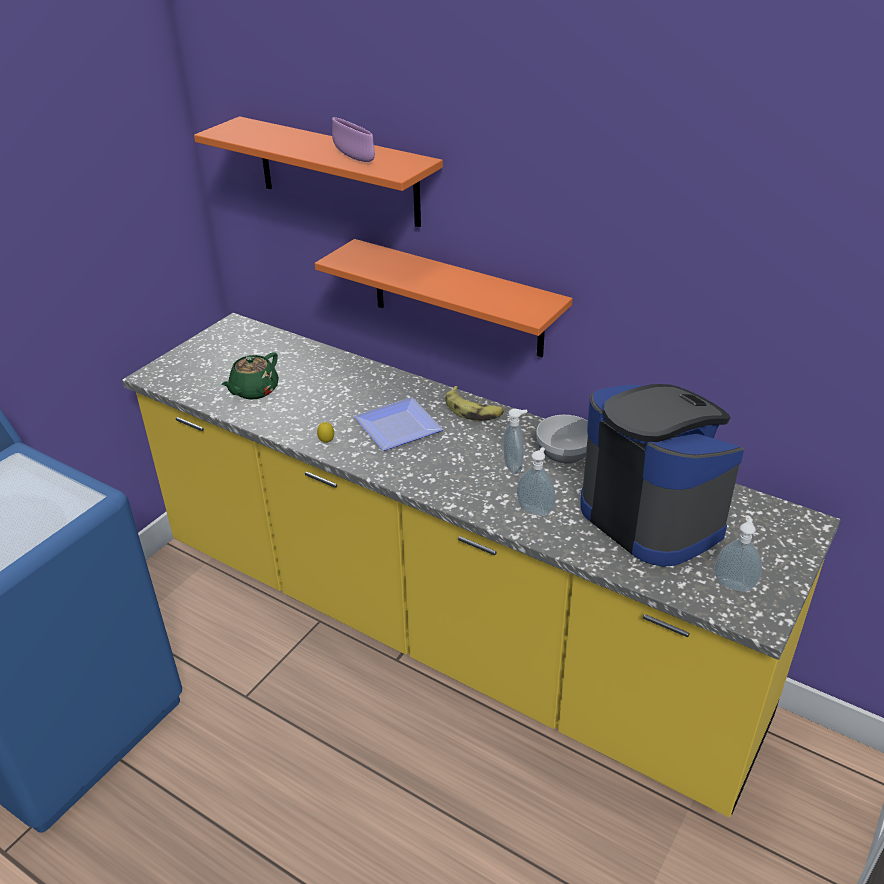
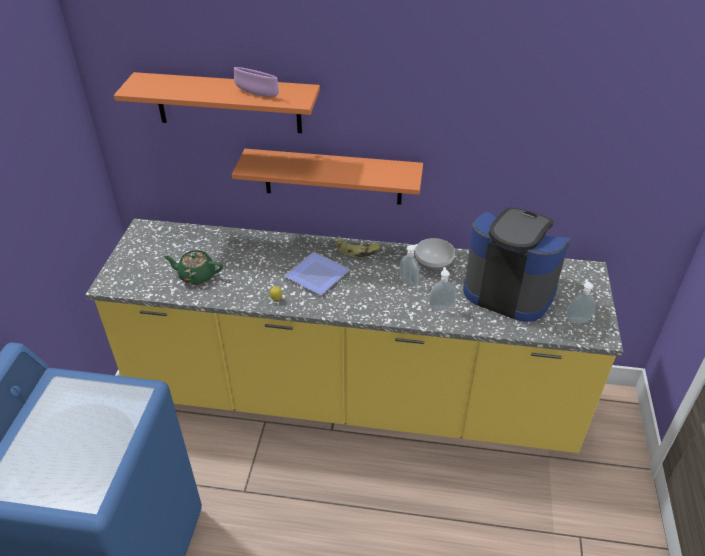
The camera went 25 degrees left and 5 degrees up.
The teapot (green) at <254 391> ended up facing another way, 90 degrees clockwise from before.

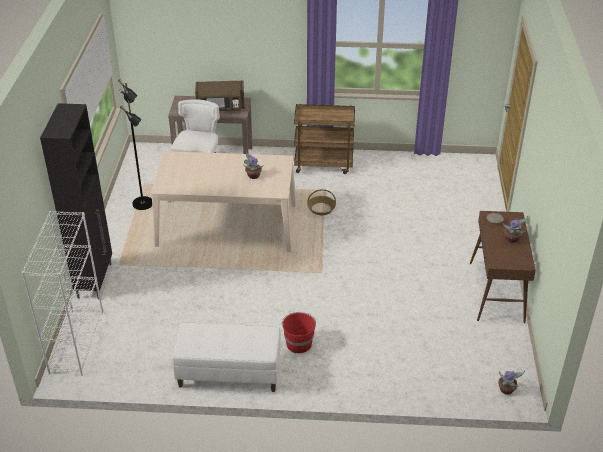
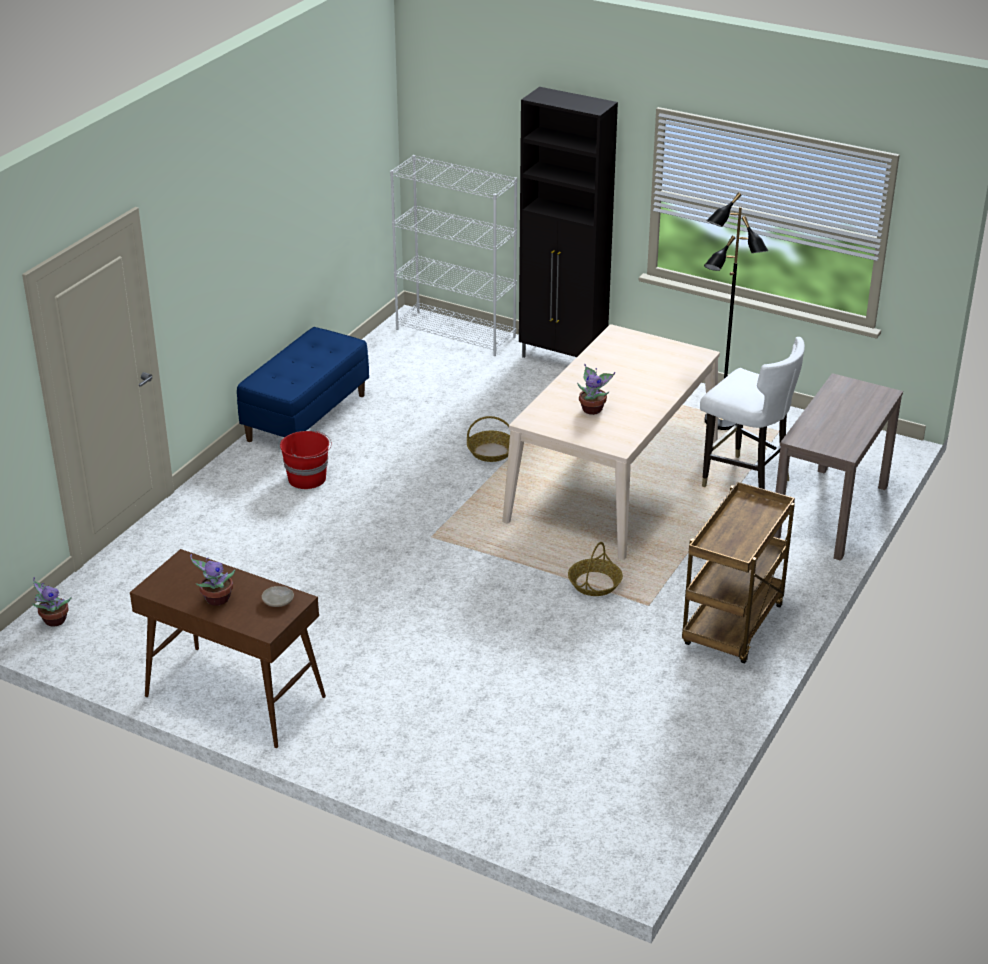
The camera went 115 degrees right and 5 degrees down.
What was the bench (white) at <228 374> turned into the bench (blue) at <306 417>.
The second view lost the microwave (brown) at <220 107>.
The second view gained the basket at <491 452>.

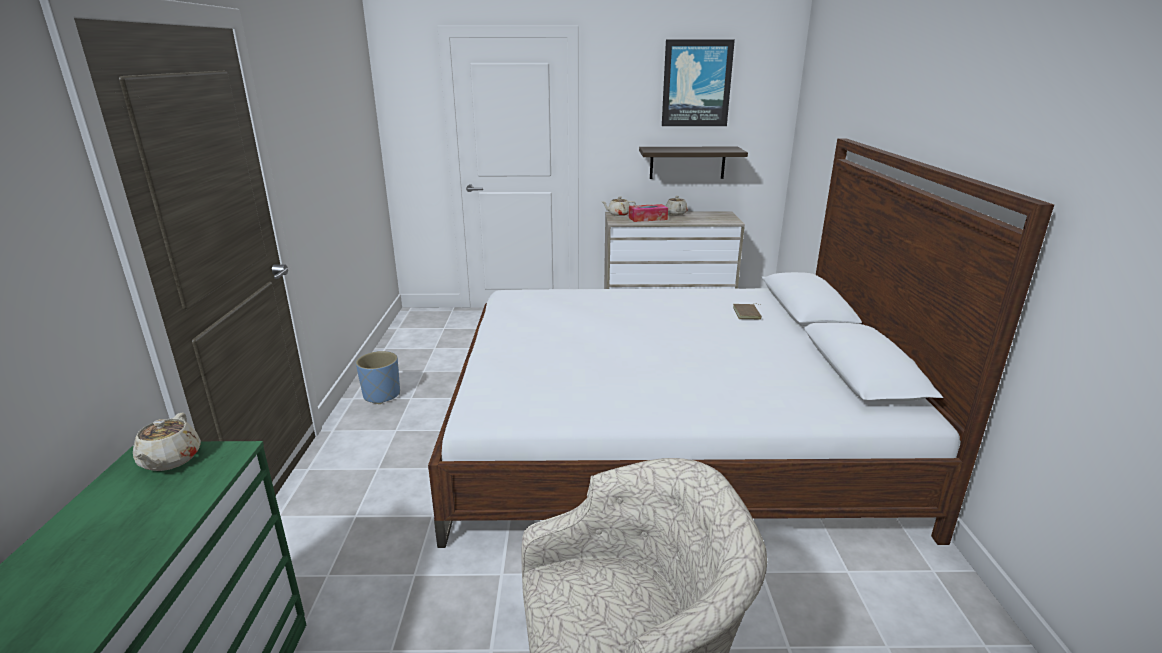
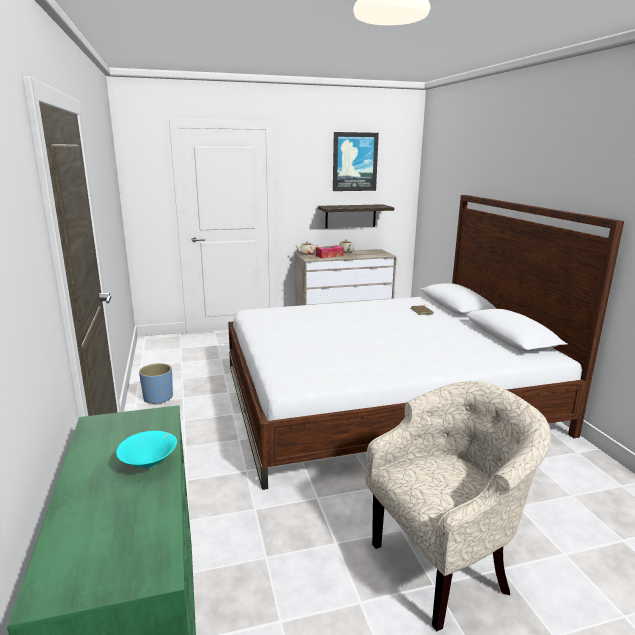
The camera went 15 degrees left and 5 degrees down.
The second view lost the teapot (beige) at <170 460>.
The second view gained the bowl (turquoise) at <150 464>.

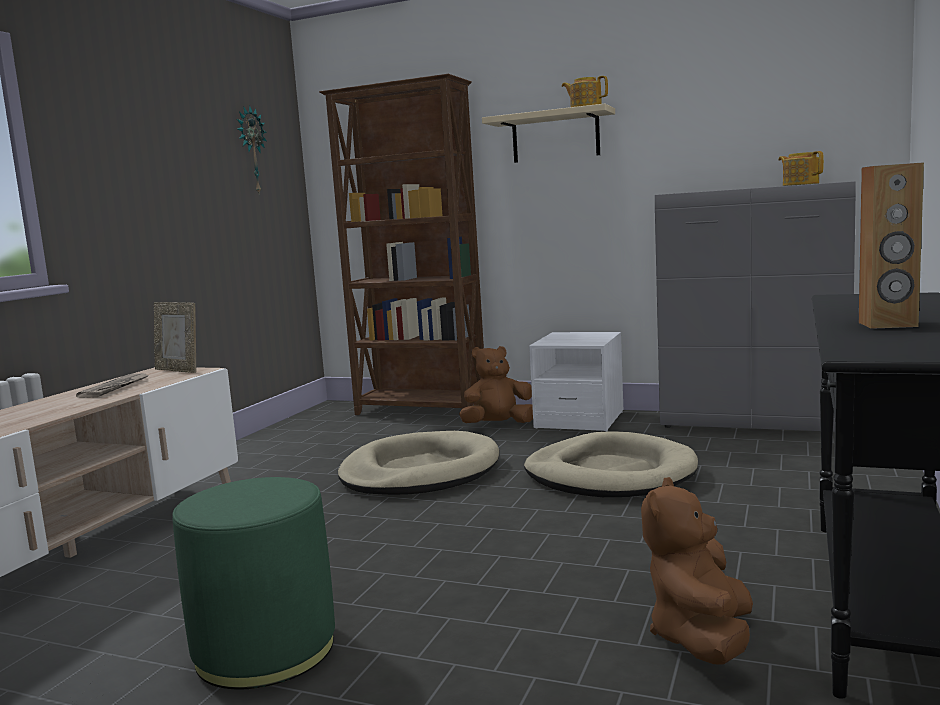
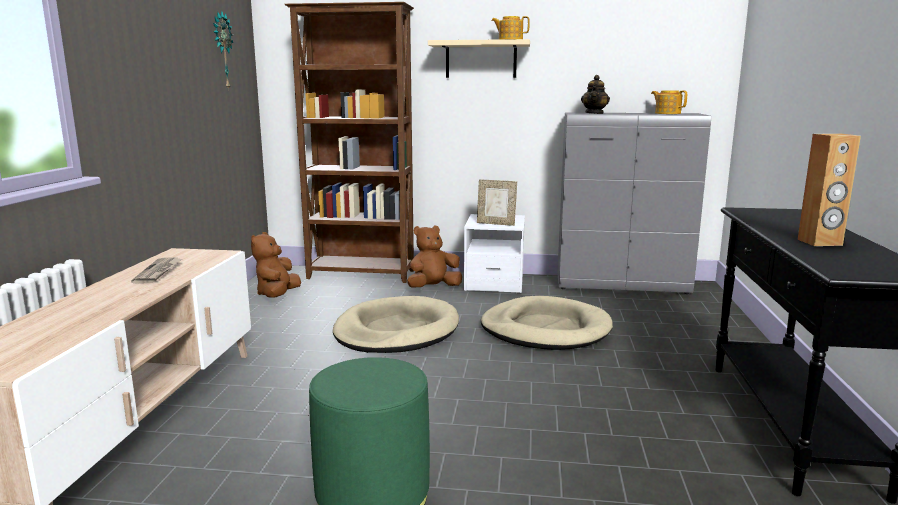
The camera went 15 degrees left and 5 degrees up.
The picture frame ended up elsewhere, having gone from <178 370> to <496 223>.
The plush toy (brown) ended up elsewhere, having gone from <701 639> to <277 295>.
The second view gained the teapot at <594 113>.

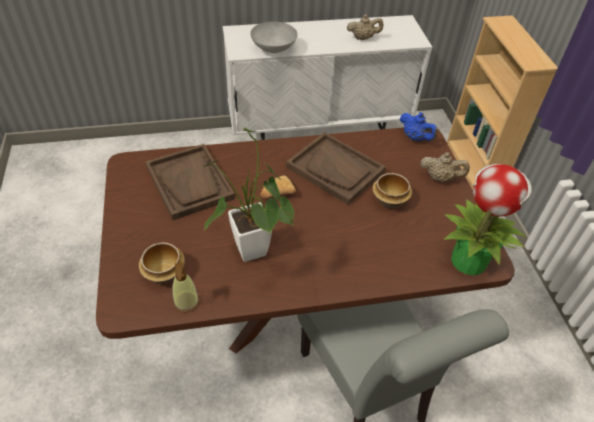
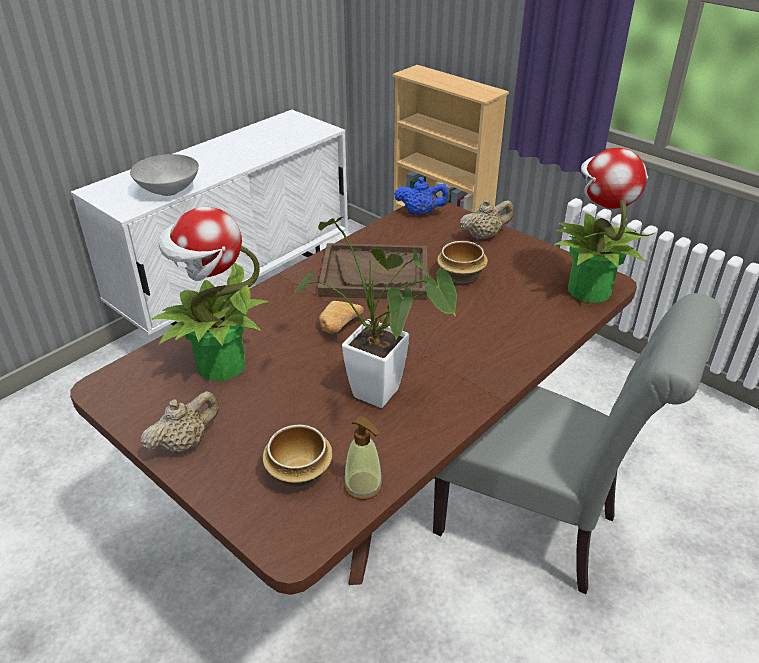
The camera went 35 degrees left and 10 degrees down.
Where the tray (brown) stood at <190 183>, the potted plant came to stand at <219 365>.
The teapot (beige) ended up elsewhere, having gone from <363 38> to <185 443>.

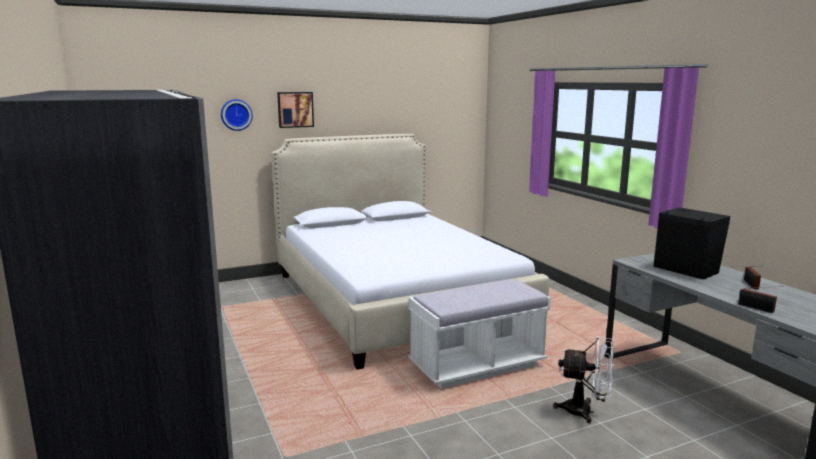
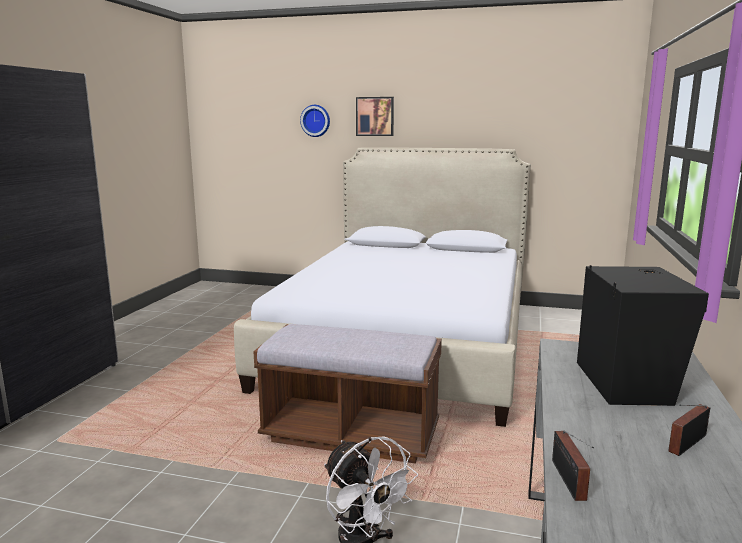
The camera went 40 degrees right and 0 degrees up.
What was the bench (white) at <477 366> turned into the bench (brown) at <351 435>.

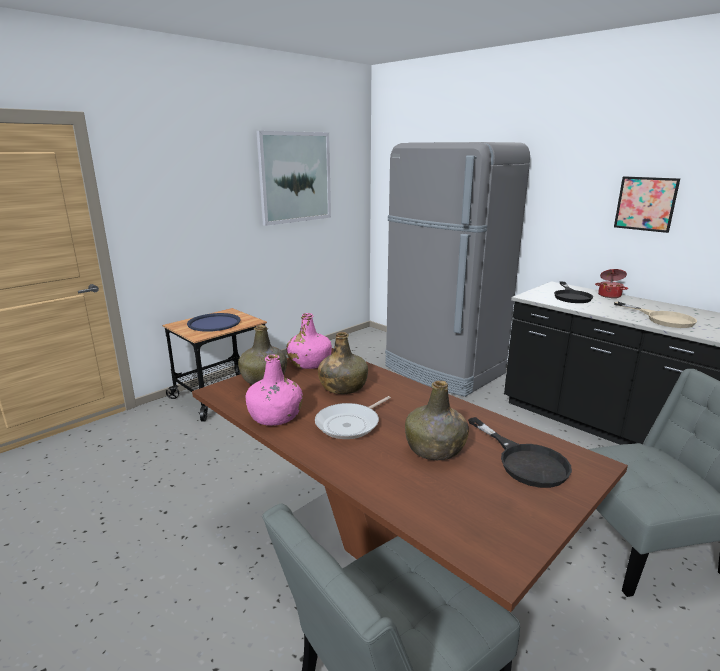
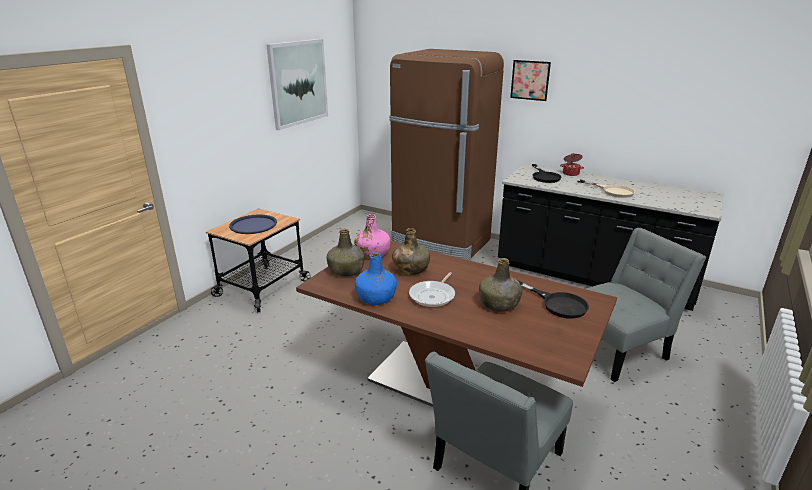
The camera went 15 degrees left and 5 degrees up.
What was the bottle (pink) at <275 416> turned into the bottle (blue) at <376 297>.
What was the fridge (grey) at <443 371> turned into the fridge (brown) at <441 243>.
The picture ended up elsewhere, having gone from <645 204> to <530 80>.

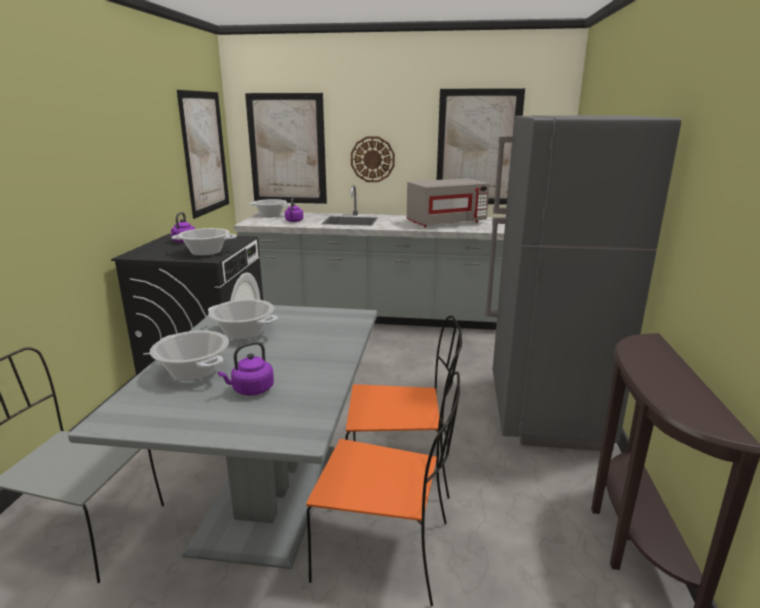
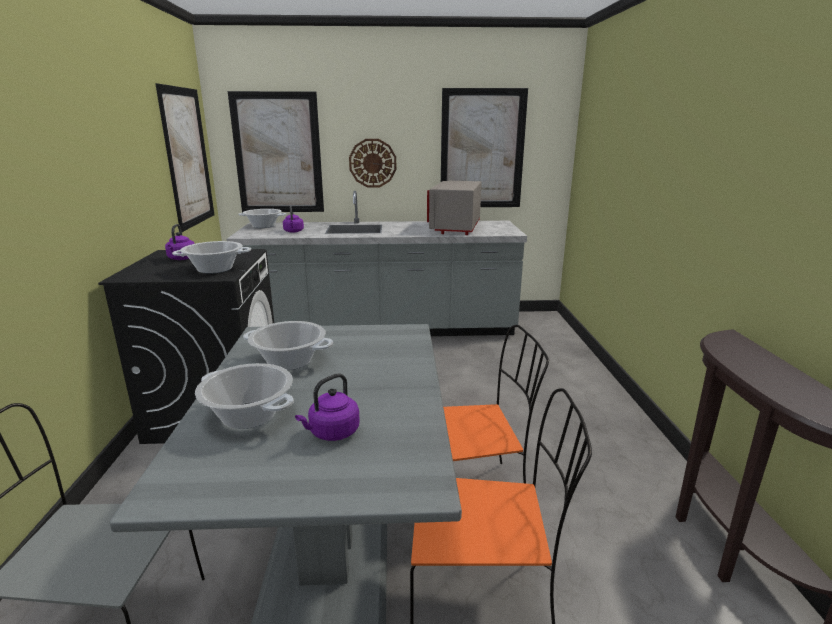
The camera went 10 degrees left and 0 degrees up.
The microwave (grey) at <446 223> ended up facing another way, 135 degrees clockwise from before.
The second view lost the fridge (grey) at <545 413>.

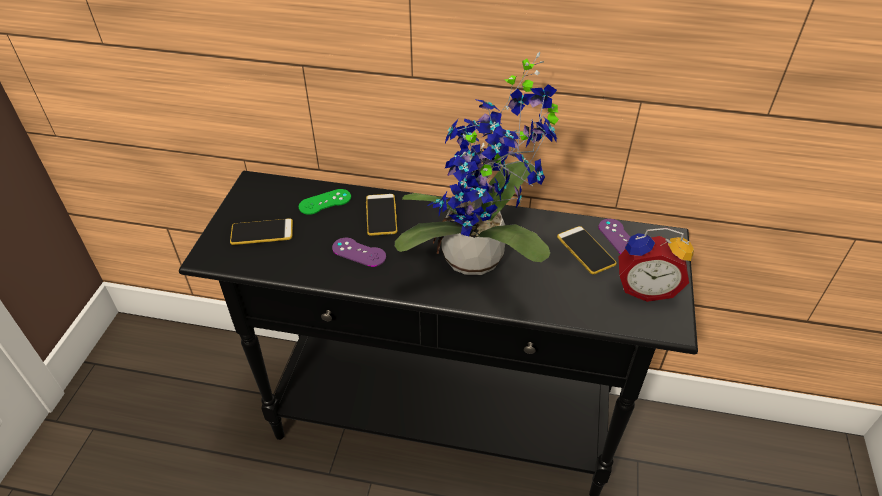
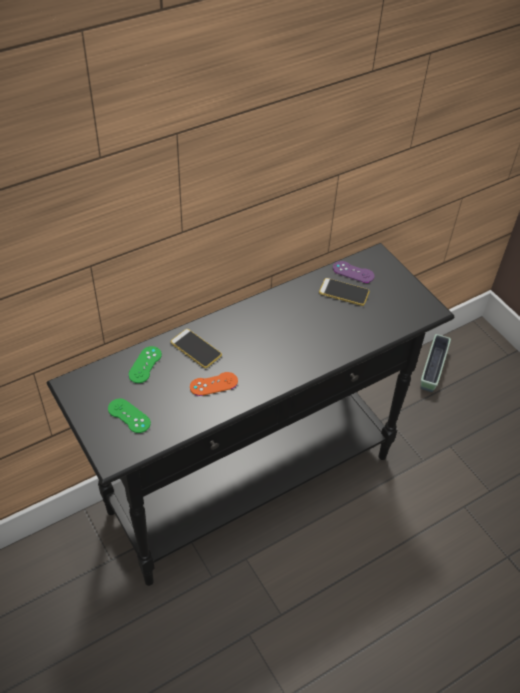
The camera went 45 degrees left and 5 degrees up.
Where the phone stood at <262 232>, the game controller (green) came to stand at <129 416>.
What was the game controller (purple) at <359 252> turned into the game controller (orange) at <213 384>.
The second view lost the potted plant at <480 260>.
The second view lost the alarm clock at <645 288>.
The second view gained the planter at <432 369>.

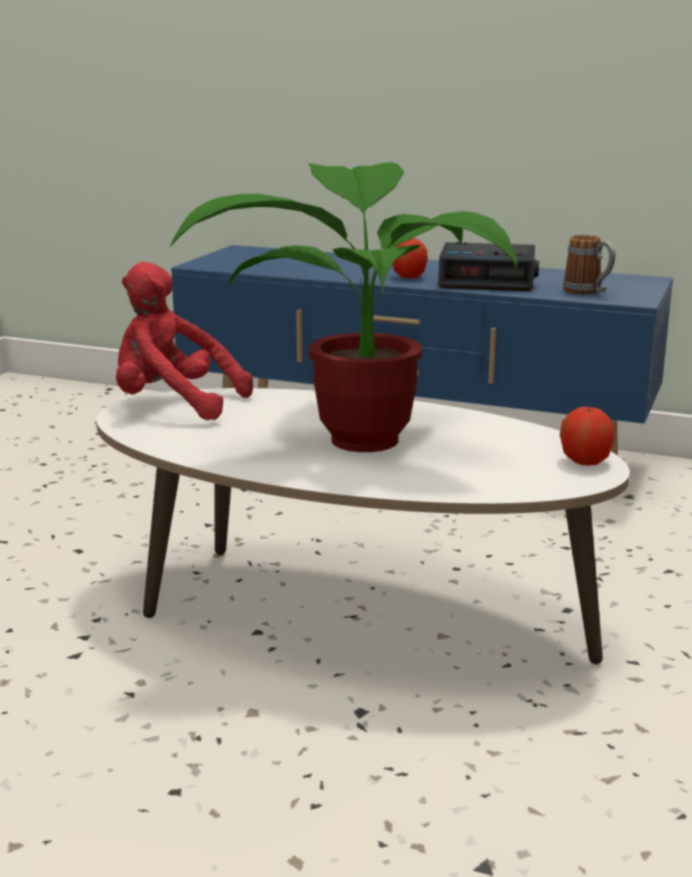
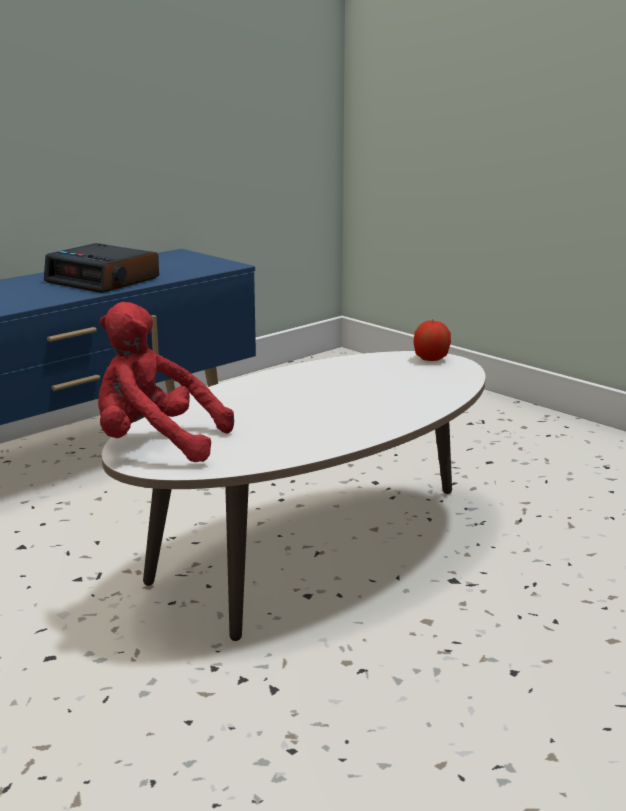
The camera went 65 degrees left and 0 degrees up.
The plush toy (red) at <173 405> ended up facing another way, 60 degrees clockwise from before.
The second view lost the potted plant at <359 435>.
The second view lost the apple at <409 277>.
The alarm clock at <488 280> ended up facing another way, 90 degrees clockwise from before.
The second view lost the mug at <588 292>.

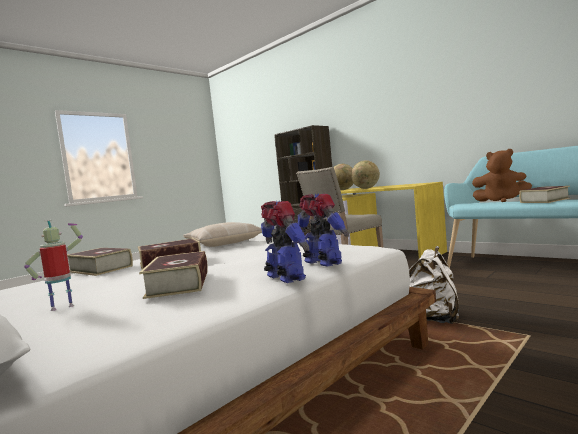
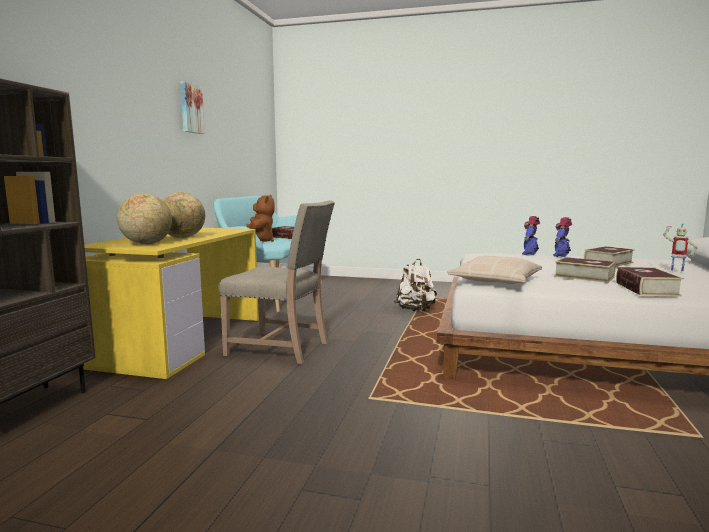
The camera went 120 degrees left and 5 degrees up.
The second view gained the picture at <190 108>.

